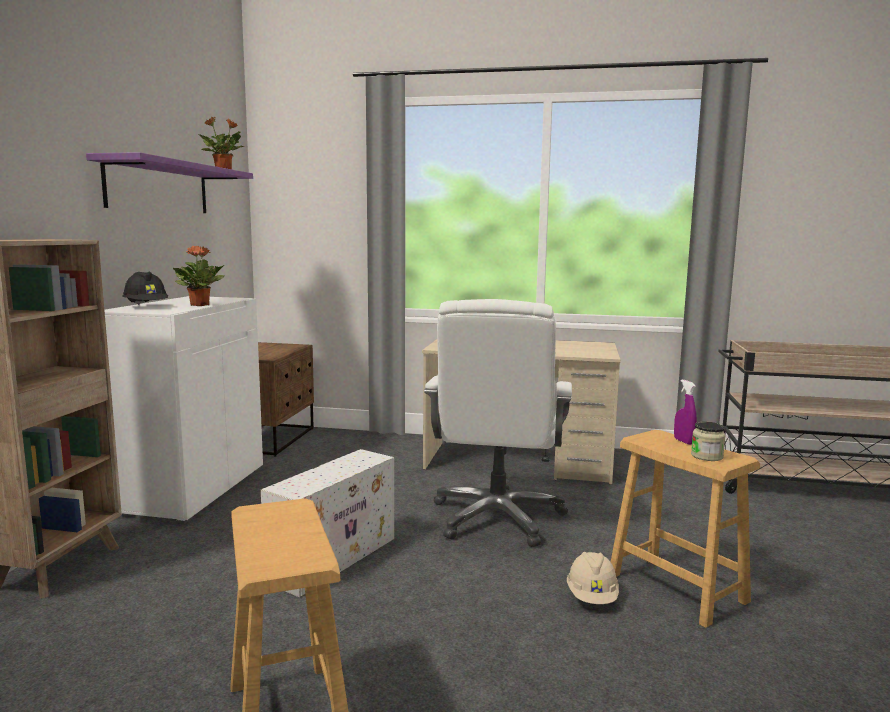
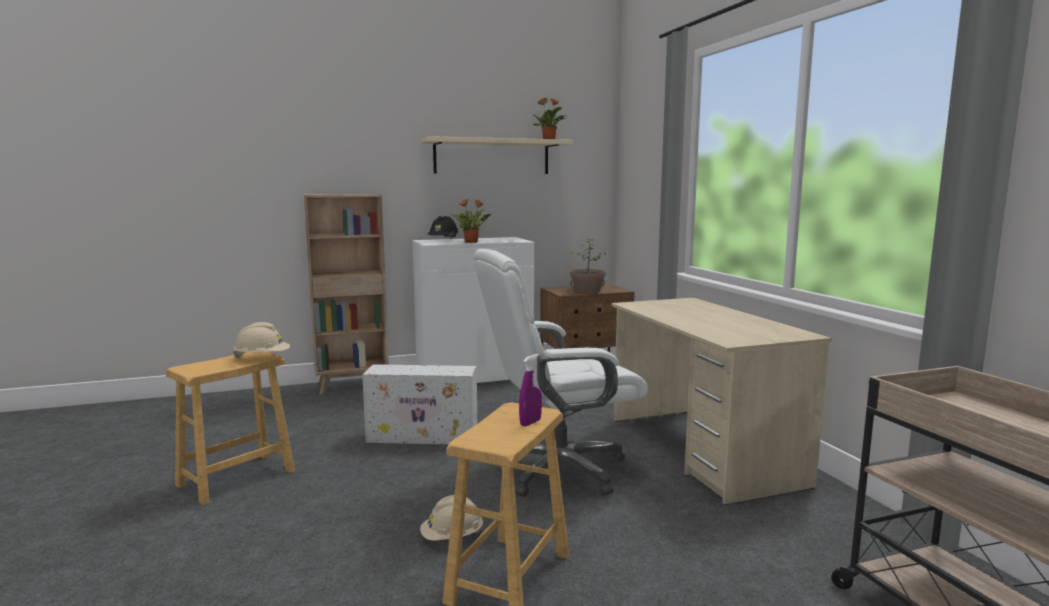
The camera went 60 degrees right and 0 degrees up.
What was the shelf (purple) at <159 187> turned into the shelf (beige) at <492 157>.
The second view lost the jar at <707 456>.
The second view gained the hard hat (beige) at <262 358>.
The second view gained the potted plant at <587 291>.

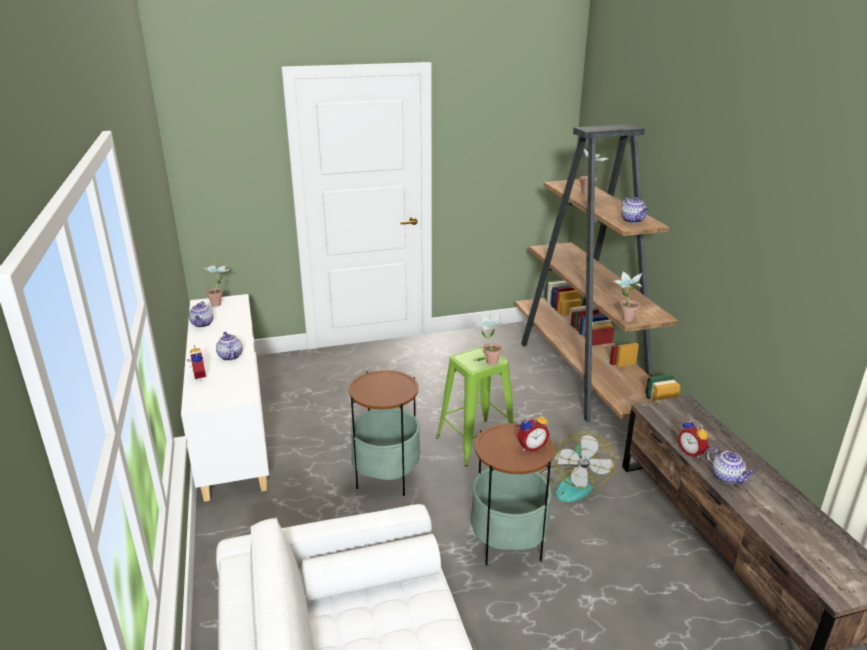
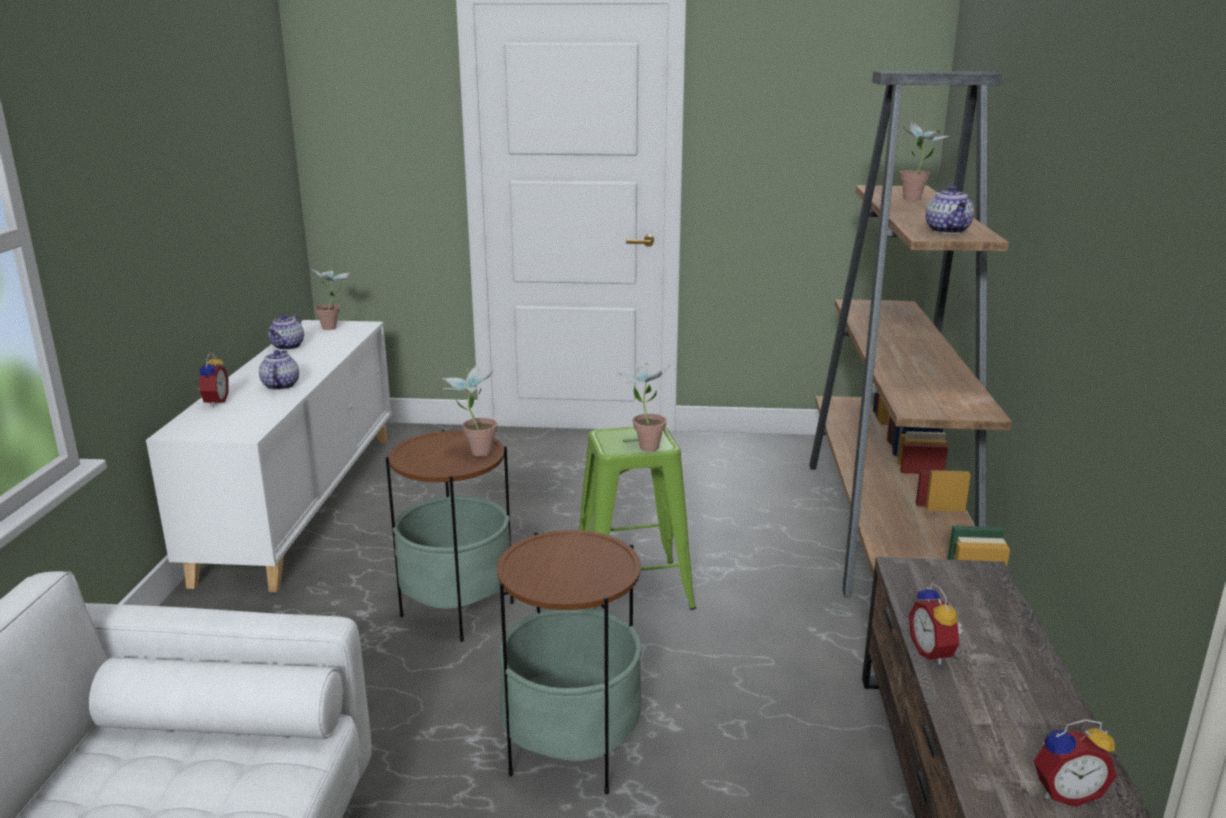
The camera went 20 degrees right and 5 degrees down.
The alarm clock ended up elsewhere, having gone from <531 446> to <1065 792>.
The second view lost the fan at <573 483>.
The potted plant ended up elsewhere, having gone from <624 319> to <473 452>.
The second view lost the teapot at <727 477>.

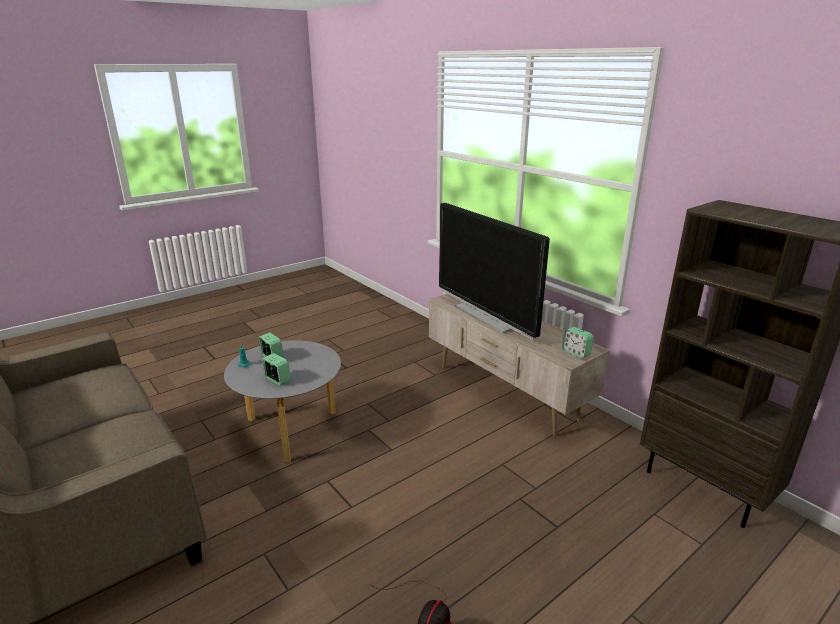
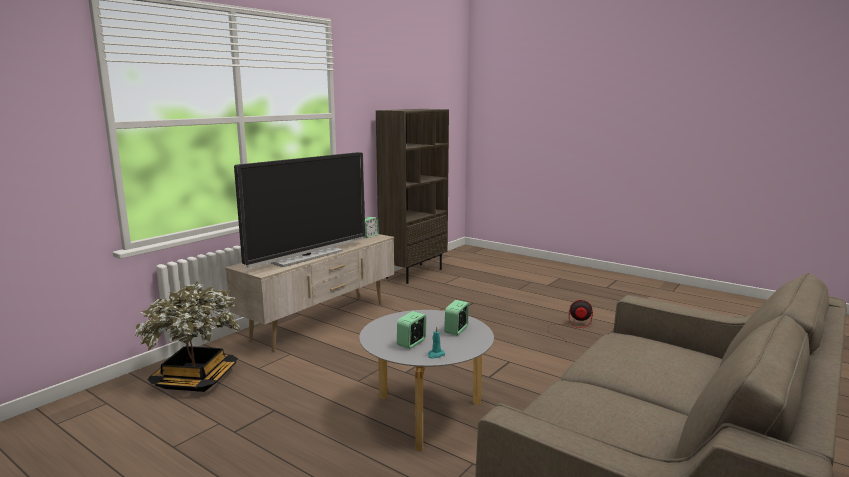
The camera went 105 degrees left and 10 degrees down.
The second view gained the potted plant at <195 380>.

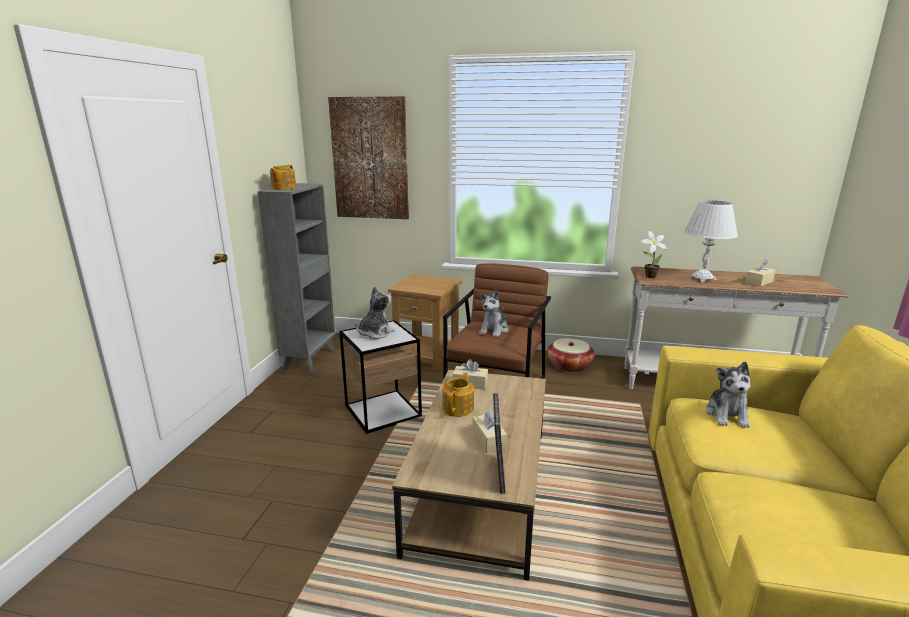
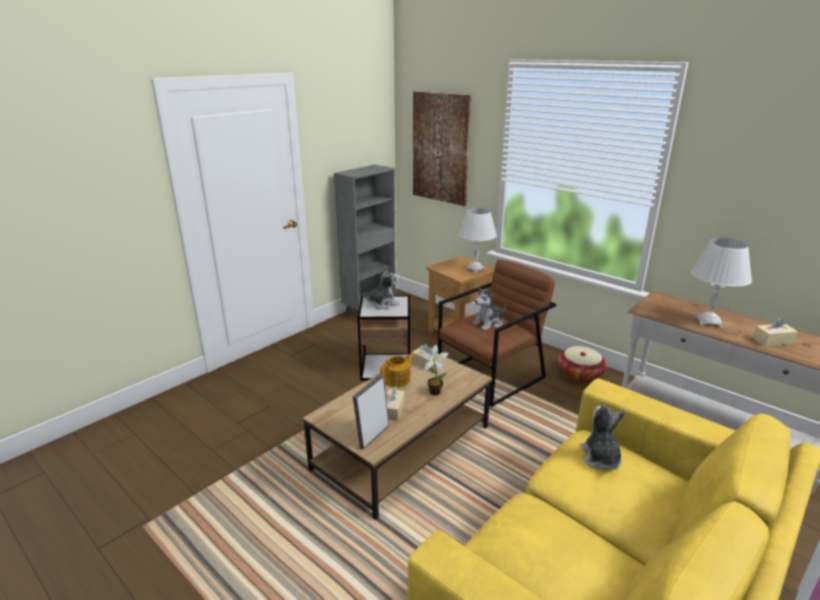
The camera went 30 degrees right and 5 degrees up.
The second view lost the teapot at <283 188>.
The potted plant ended up elsewhere, having gone from <648 277> to <433 391>.
The plush toy at <727 415> ended up facing another way, 135 degrees clockwise from before.
The second view gained the table lamp (white) at <475 269>.

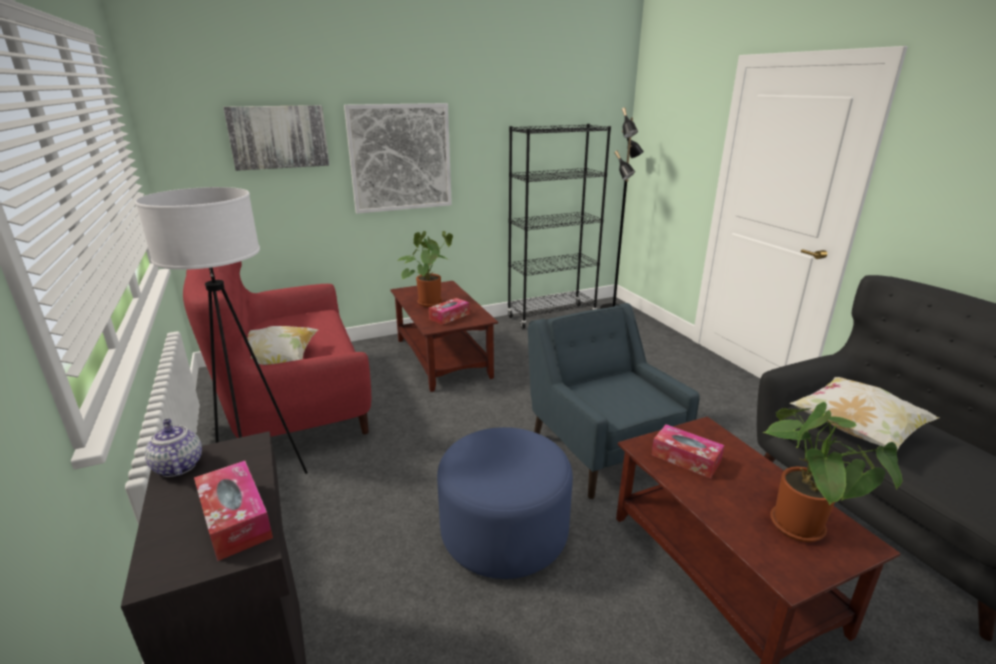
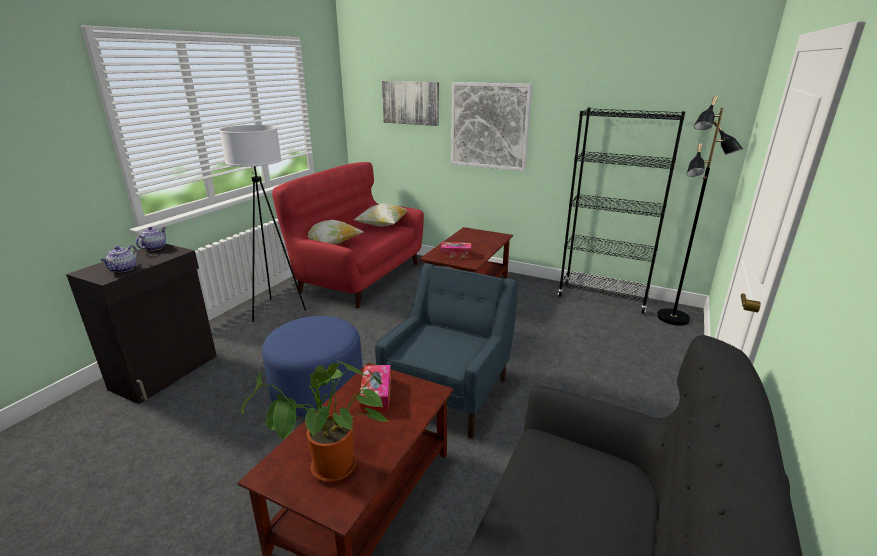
The camera went 50 degrees right and 0 degrees up.
Where the tissue box stood at <235 519>, the teapot came to stand at <123 269>.
The second view lost the potted plant at <429 302>.
The pillow ended up elsewhere, having gone from <855 431> to <382 226>.

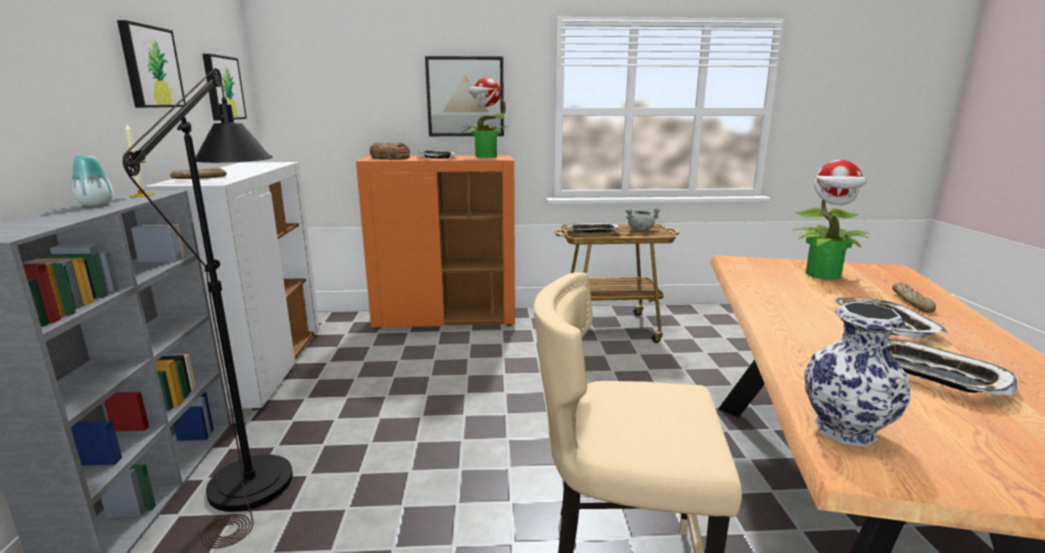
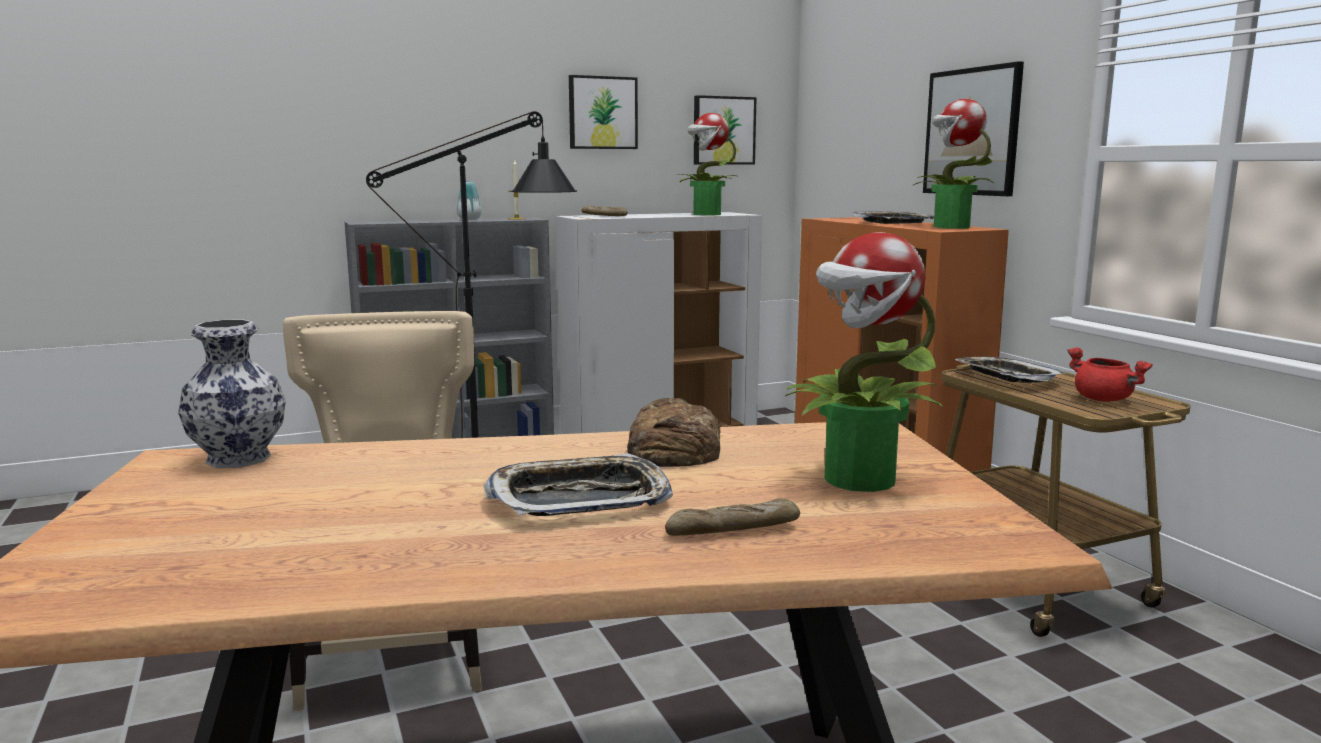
The camera went 70 degrees right and 5 degrees down.
The bread ended up elsewhere, having gone from <390 158> to <672 449>.
What was the cooking pot (grey) at <641 229> turned into the cooking pot (red) at <1104 400>.
The second view lost the tray at <932 374>.
The second view gained the potted plant at <706 214>.

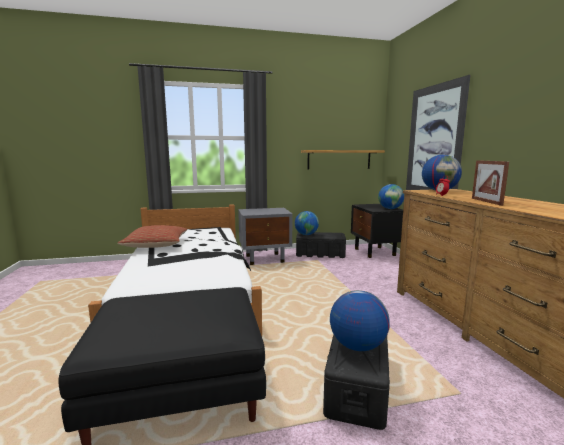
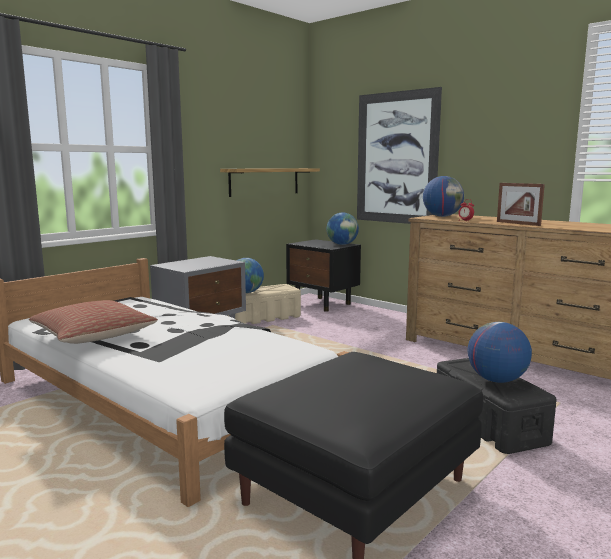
The camera went 35 degrees left and 0 degrees up.
What was the storage box (black) at <320 254> turned into the storage box (beige) at <264 317>.

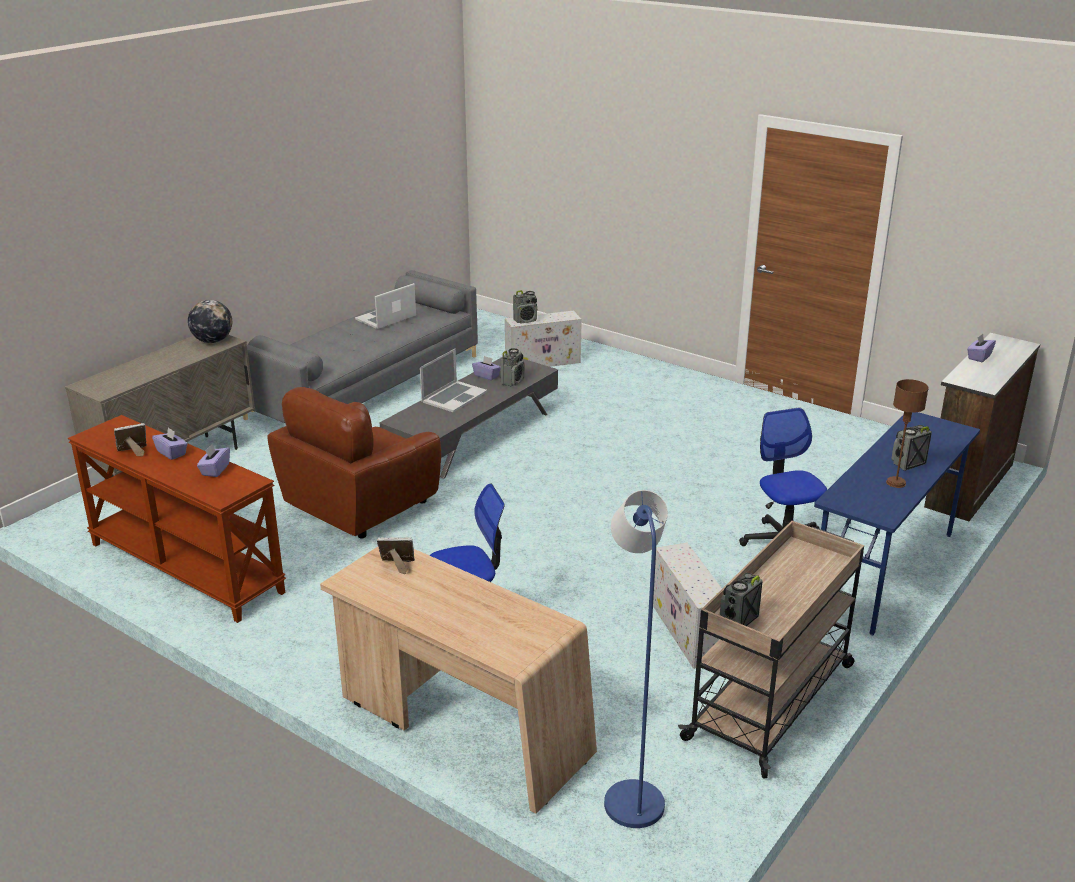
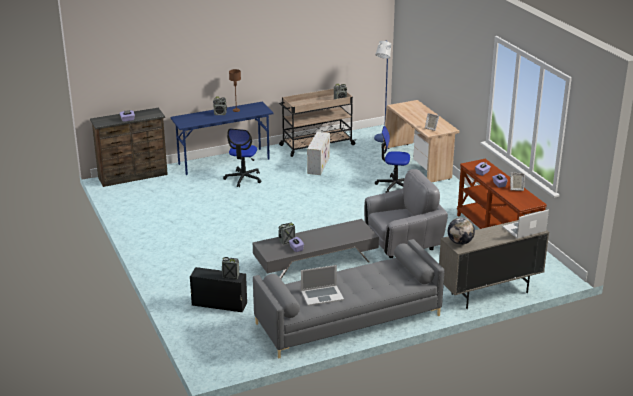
The camera went 150 degrees left and 0 degrees up.
What was the armchair (brown) at <360 505> turned into the armchair (grey) at <403 242>.
The laptop ended up elsewhere, having gone from <454 397> to <524 229>.
What was the storage box (white) at <544 362> turned into the storage box (black) at <218 304>.

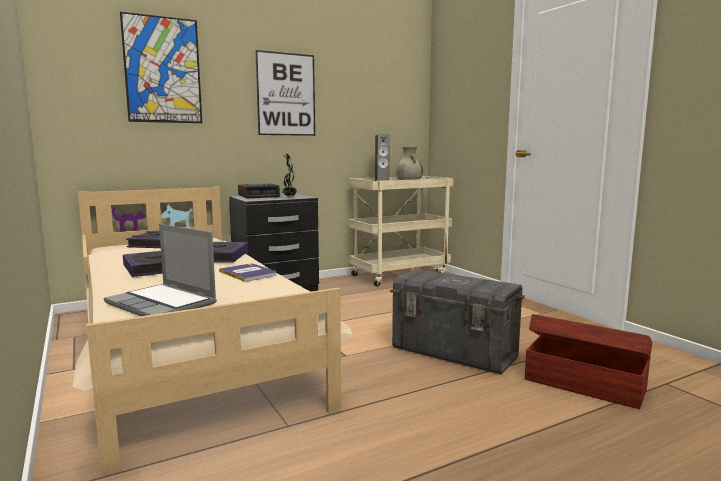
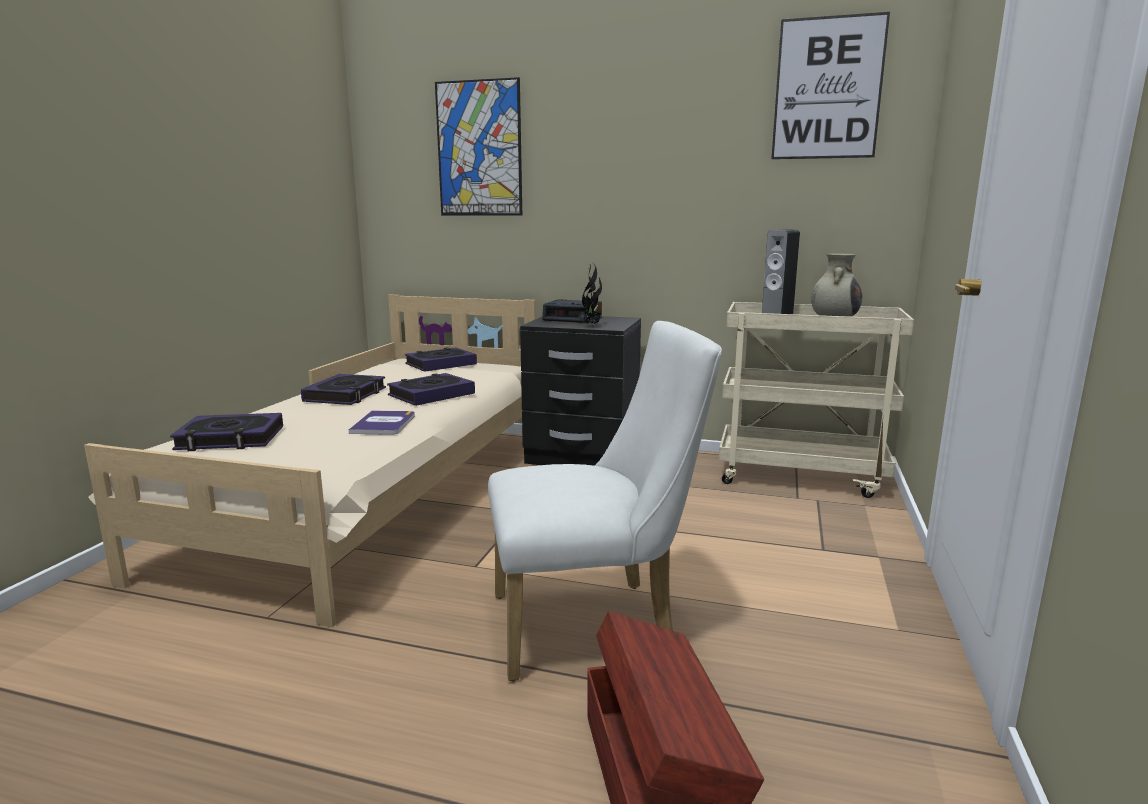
The camera went 45 degrees right and 5 degrees up.
Where the laptop stood at <163 304>, the book came to stand at <230 439>.
The picture ended up elsewhere, having gone from <286 94> to <827 89>.
Where the storage box (grey) stood at <454 352>, the chair (white) came to stand at <595 625>.

